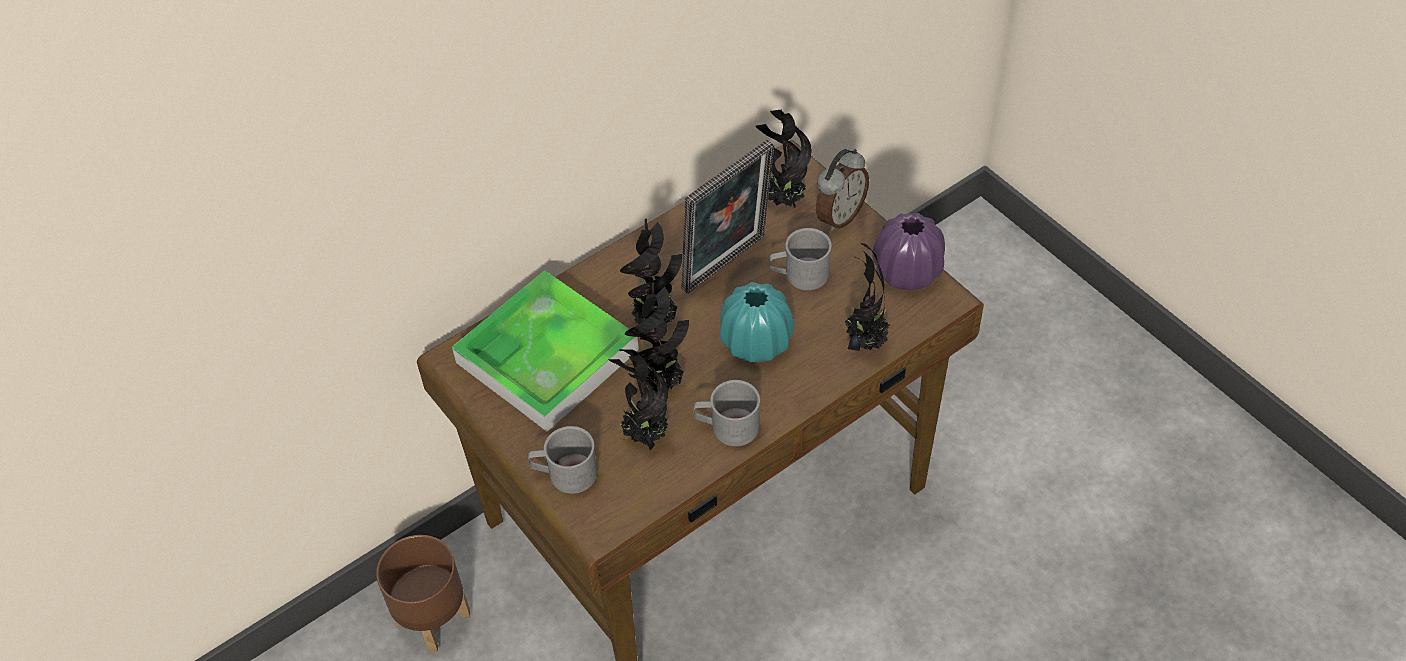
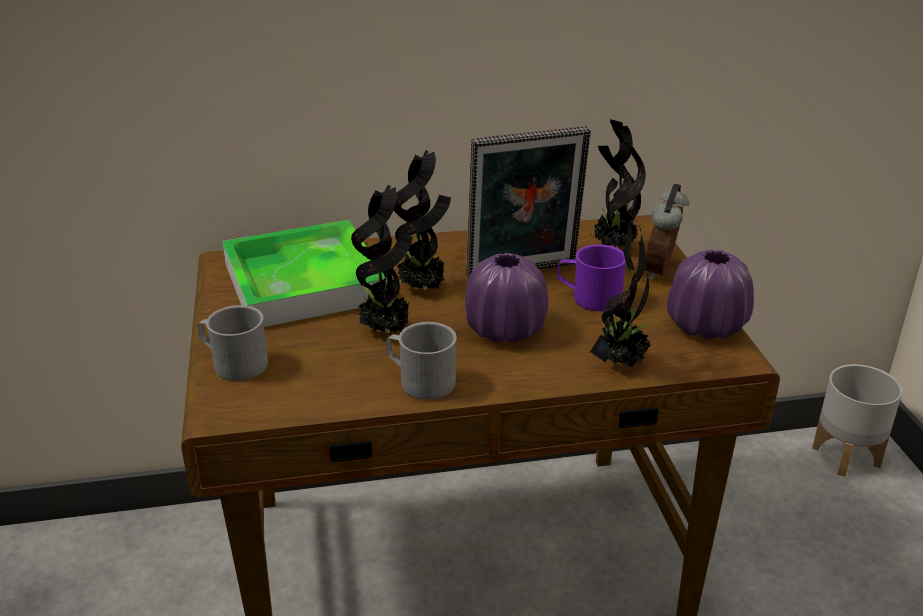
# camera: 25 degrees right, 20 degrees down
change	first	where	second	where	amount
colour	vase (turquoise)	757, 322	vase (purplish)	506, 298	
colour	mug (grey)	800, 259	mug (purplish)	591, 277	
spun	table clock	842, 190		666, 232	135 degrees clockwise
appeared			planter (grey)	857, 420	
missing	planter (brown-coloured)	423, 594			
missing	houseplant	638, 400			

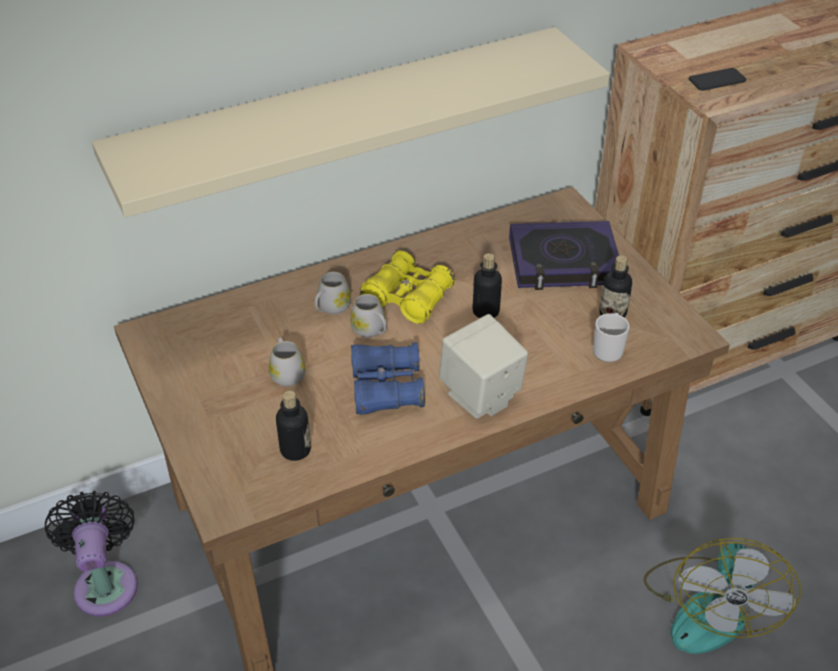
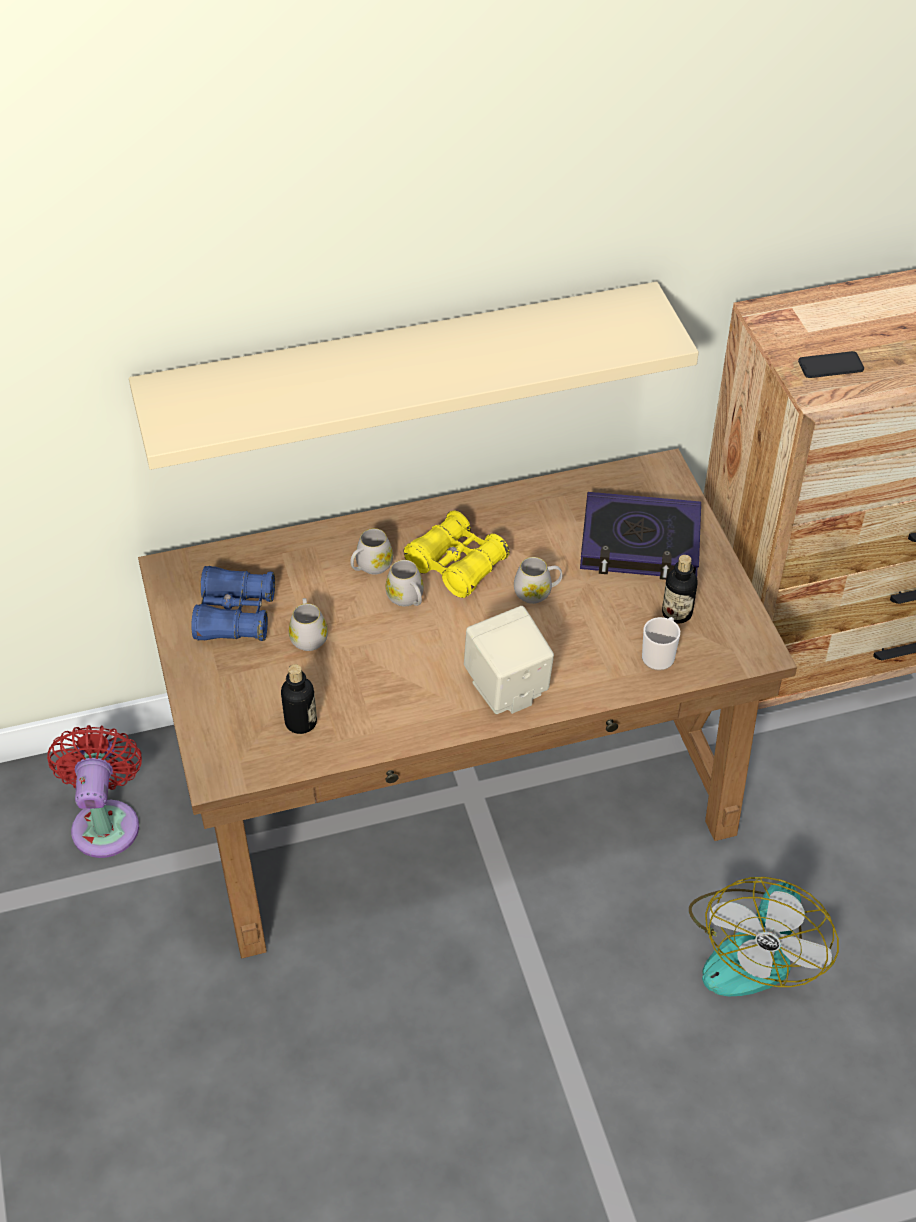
# camera: 10 degrees right, 5 degrees up
change	first	where	second	where	amount
colour	electric fan (blackish)	91, 553	electric fan (red-coloured)	94, 791	
relocated	binoculars (bluish)	388, 378		233, 603	
exchanged	drink bottle	487, 285	mug (white)	538, 580	

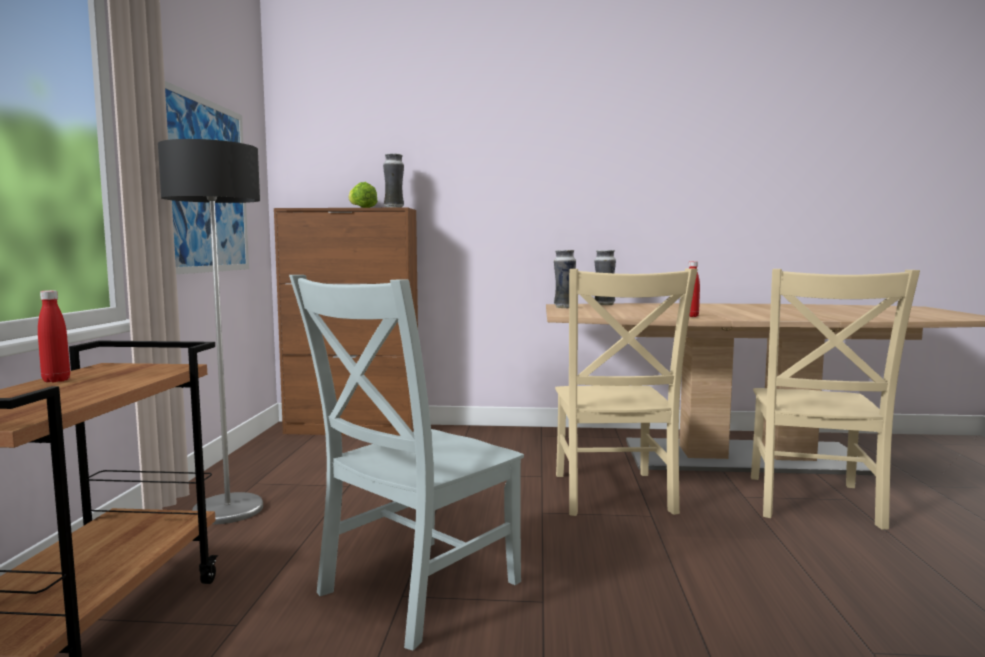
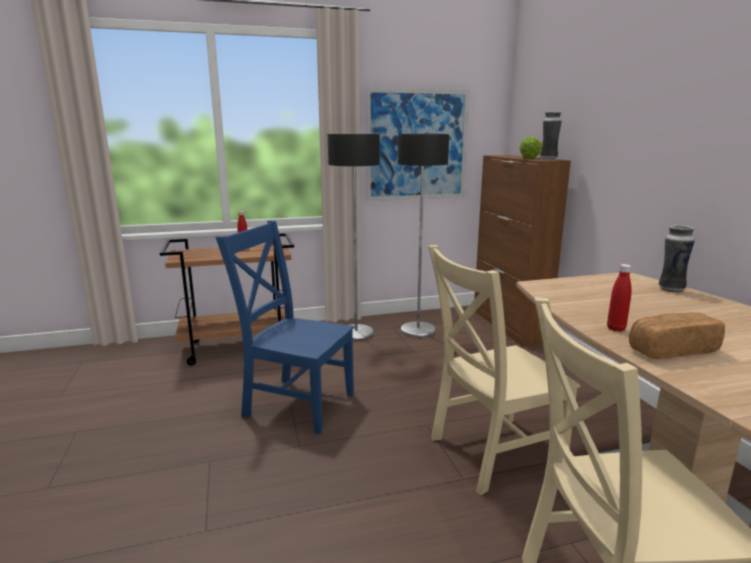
# camera: 70 degrees right, 10 degrees up
change	first	where	second	where	amount
colour	plain chair (grey)	406, 462	plain chair (bluish)	285, 327	
appeared			standard lamp	423, 236	
appeared			bread	677, 335	
missing	vase	565, 279			

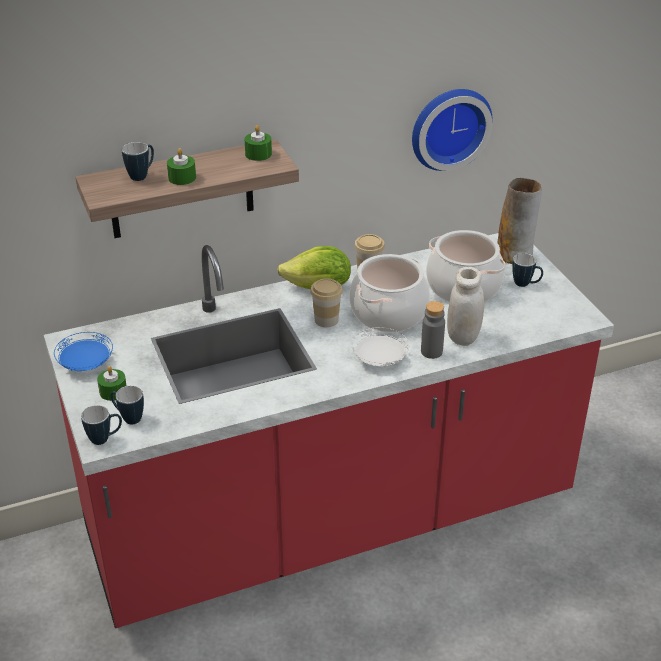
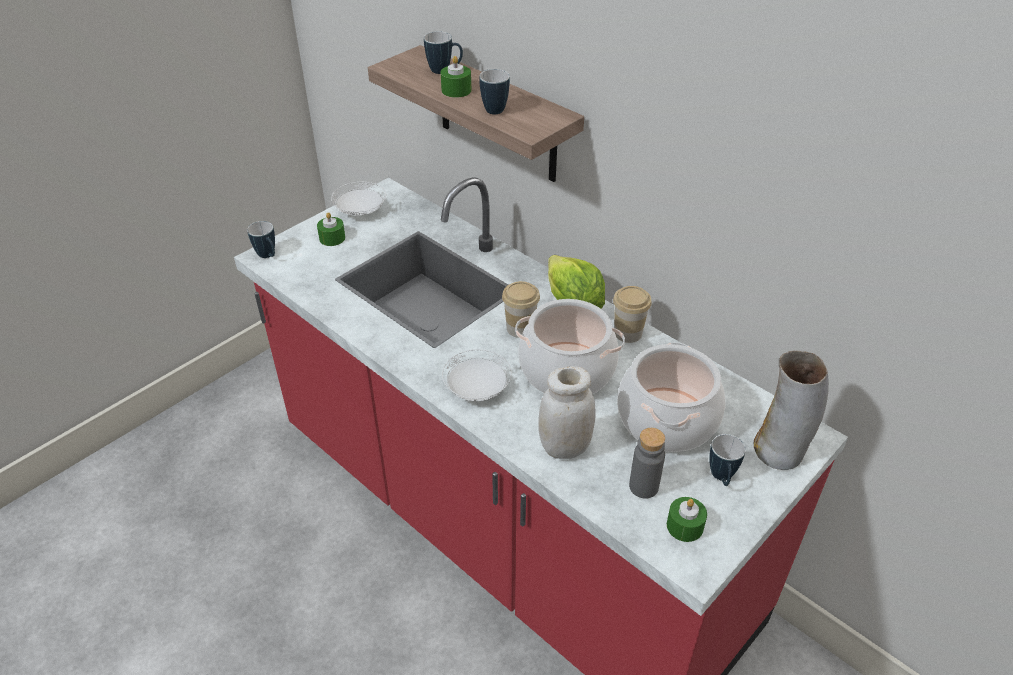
# camera: 65 degrees right, 5 degrees up
change	first	where	second	where	amount
colour	flat dish (bluish)	83, 351	flat dish (white)	358, 199	
relocated	mug	127, 405		494, 92	
relocated	drink bottle (grey)	433, 330		647, 463	
relocated	wax candle (green-coloured)	258, 143		687, 519	
missing	clock on the wall	452, 130			

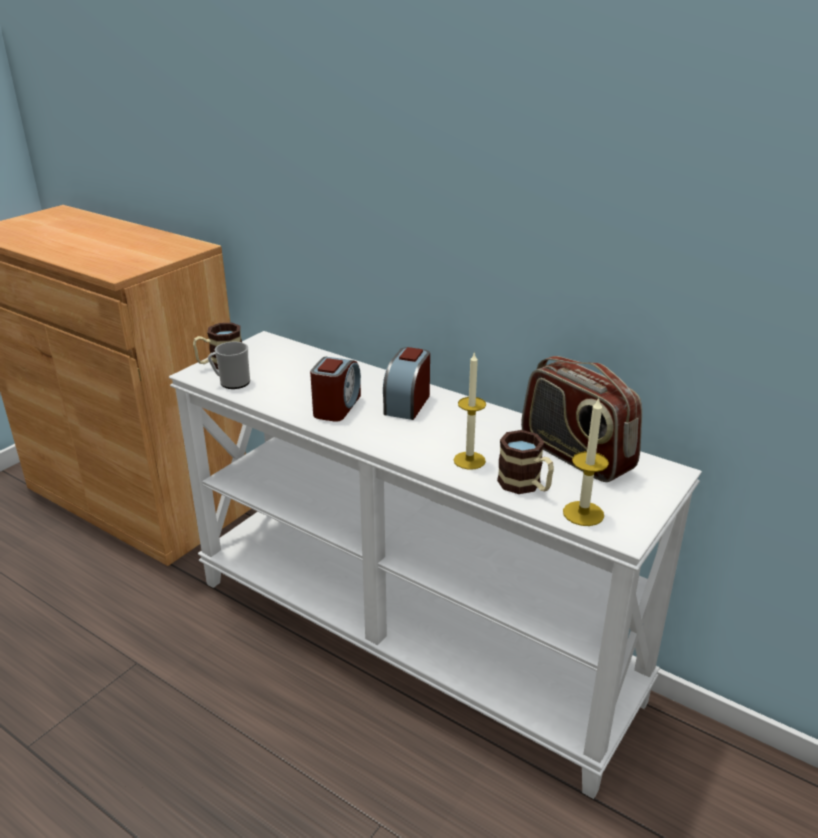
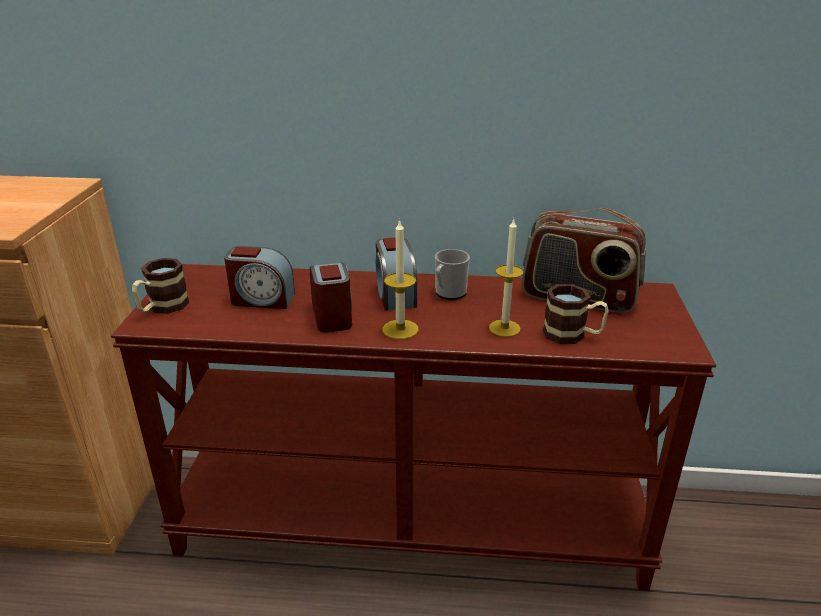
# camera: 30 degrees left, 0 degrees up
change	first	where	second	where	amount
colour	narrow table (white)	435, 565	narrow table (brown-coloured)	413, 427	
appeared			table clock	259, 277	
relocated	wax candle	586, 461		401, 279	
relocated	mug	229, 365		452, 274	

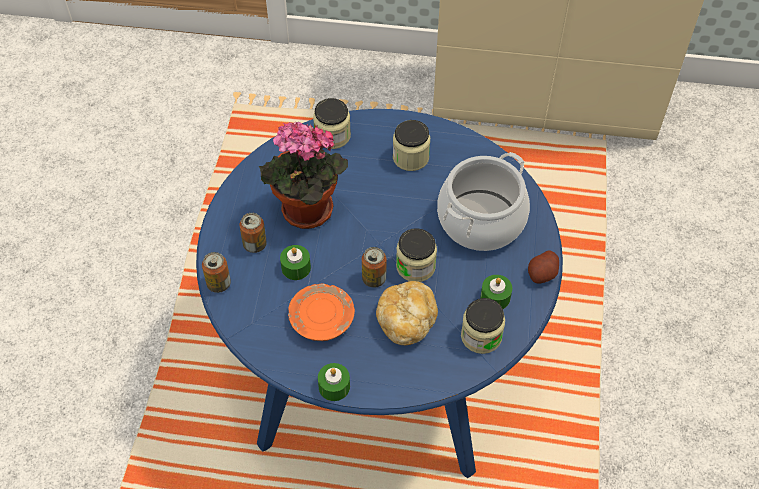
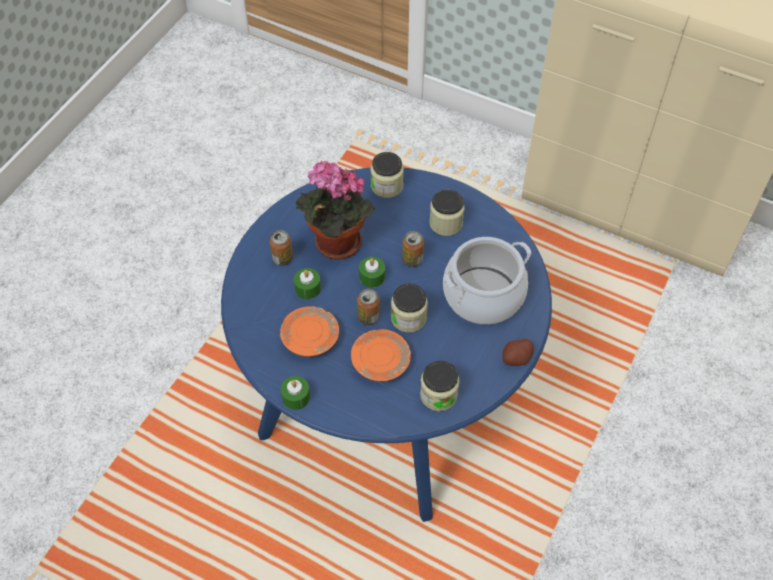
# camera: 20 degrees right, 0 degrees up
change	first	where	second	where	amount
exchanged	bread	407, 313	flat dish (orange-coloured)	381, 355	
relocated	wax candle (green-coloured)	496, 292		372, 272	
relocated	metal can	216, 272		413, 249	

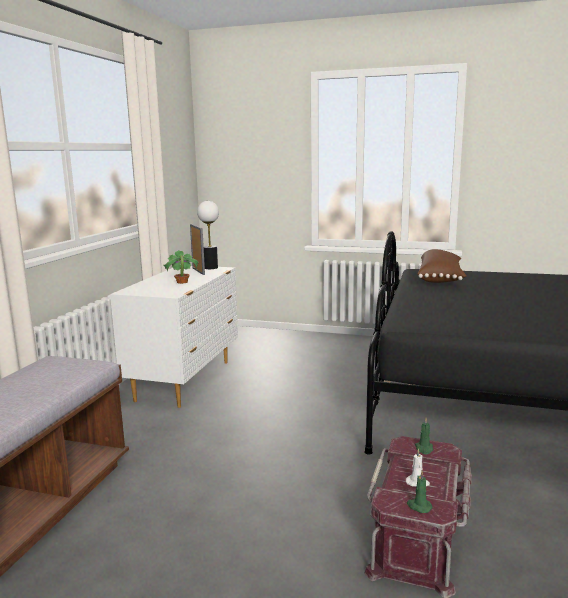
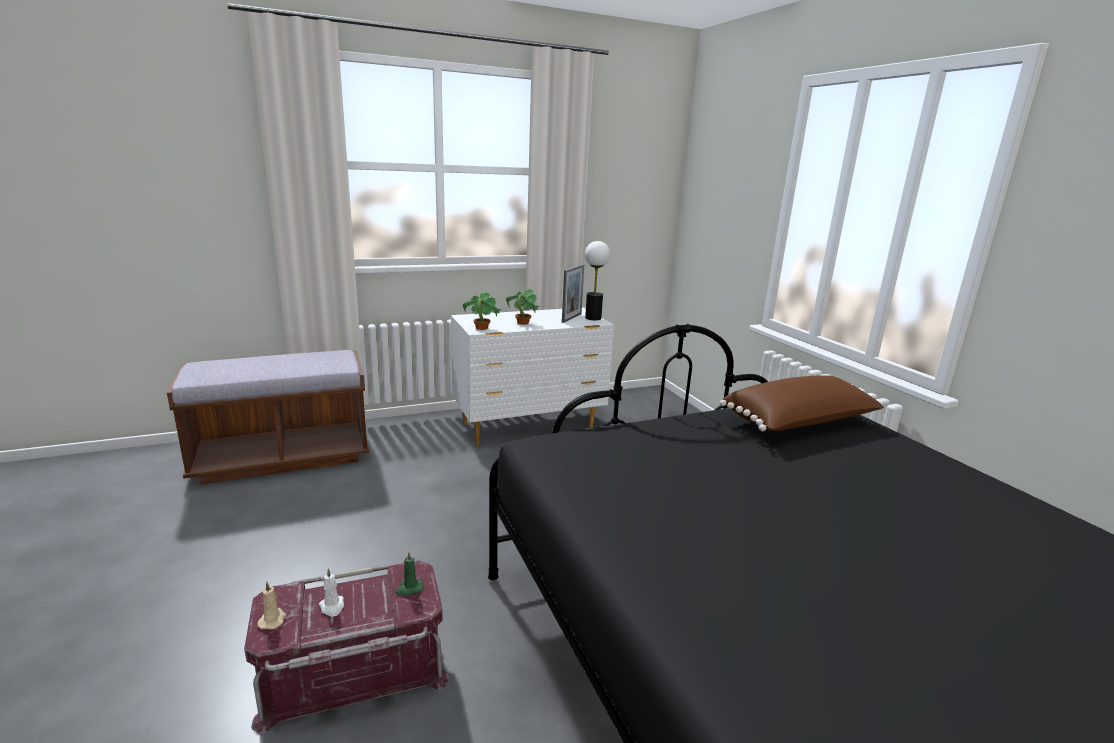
# camera: 50 degrees right, 5 degrees up
change	first	where	second	where	amount
colour	wax candle (green-coloured)	420, 492	wax candle (sand-coloured)	271, 605	
appeared			houseplant	482, 311	

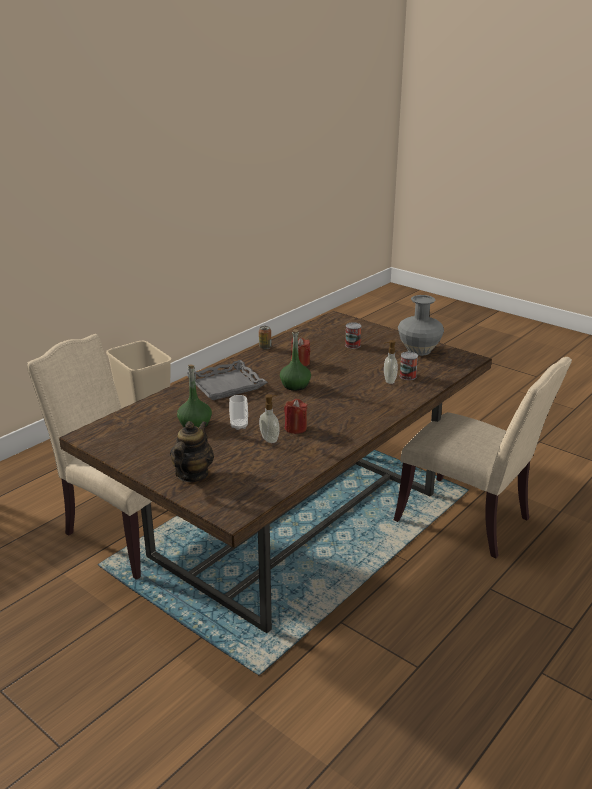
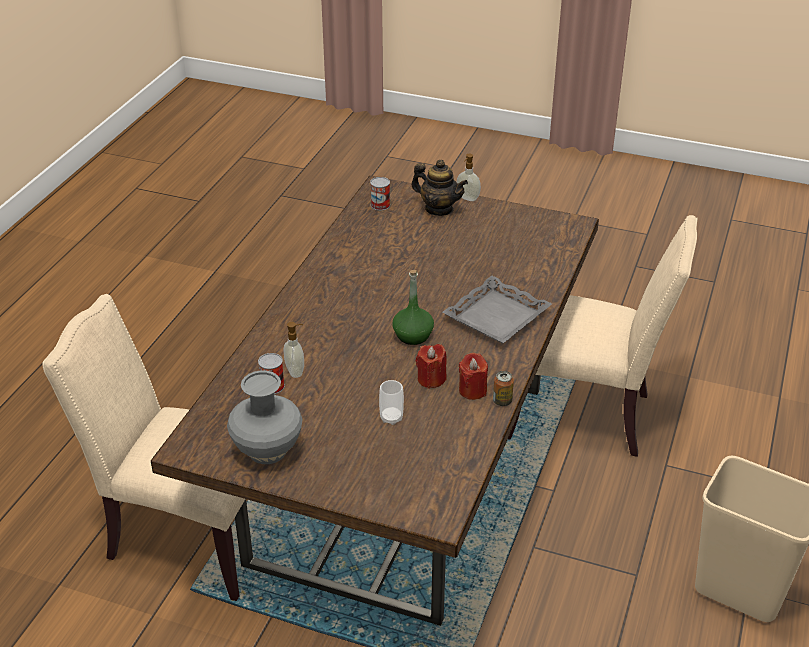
# camera: 160 degrees right, 10 degrees up
change	first	where	second	where	amount
relocated	metal can	353, 335		380, 193	
relocated	drinking cup	238, 412		391, 402	
spun	pot for tea	192, 451		439, 188	60 degrees counterclockwise
relocated	soap dispenser	269, 418		469, 177	
relocated	wax candle (red-coloured)	296, 416		473, 376	
missing	drink bottle (green-coloured)	194, 396			

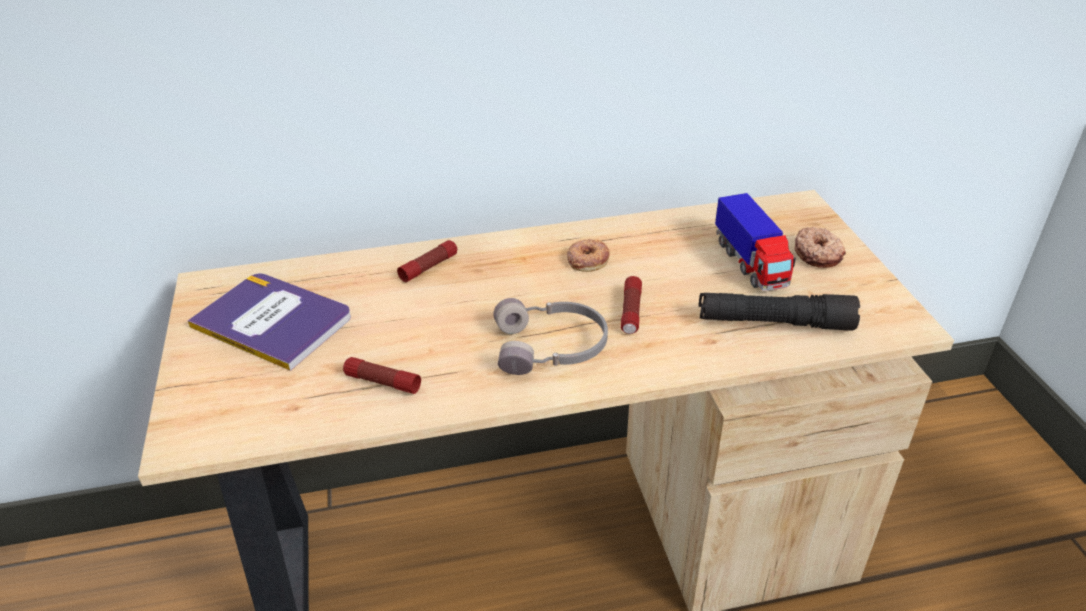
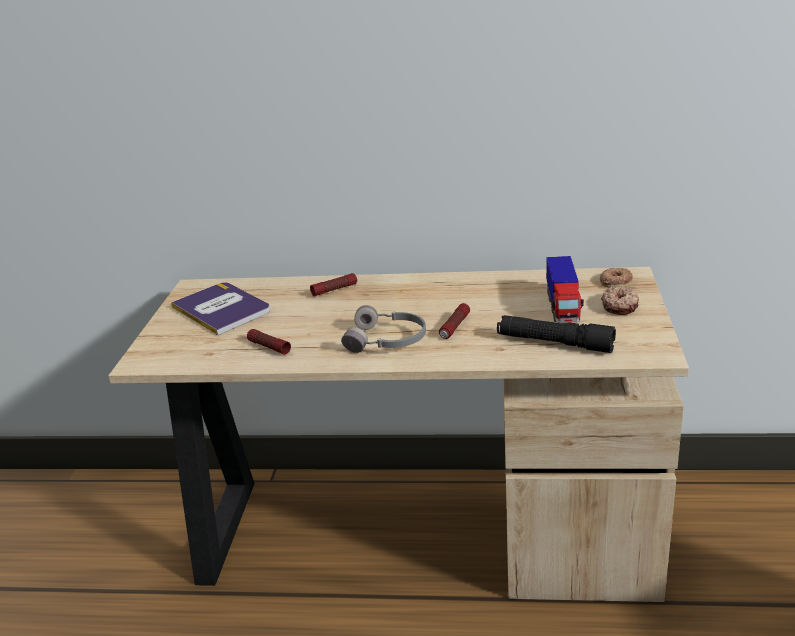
# camera: 20 degrees right, 10 degrees down
change	first	where	second	where	amount
relocated	ring doughnut	588, 255		616, 278	

